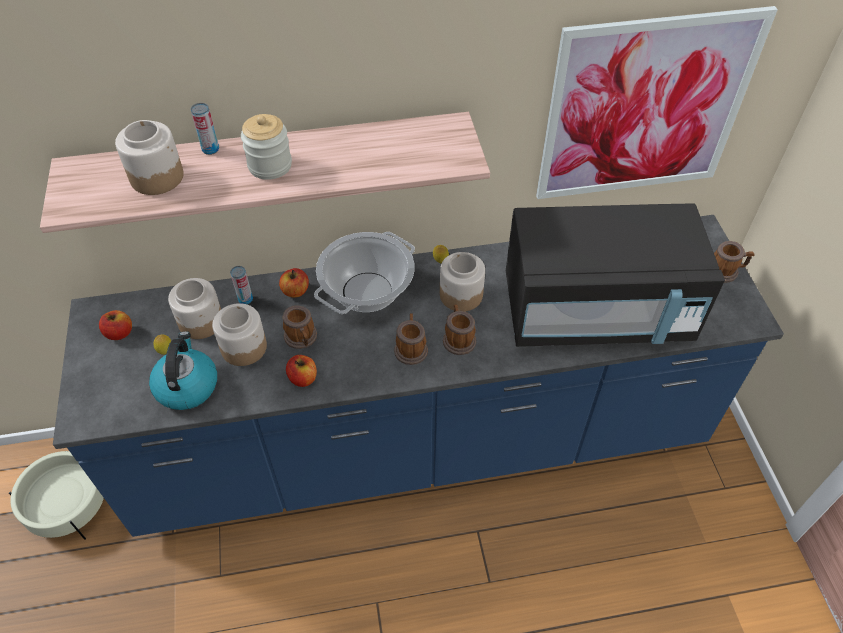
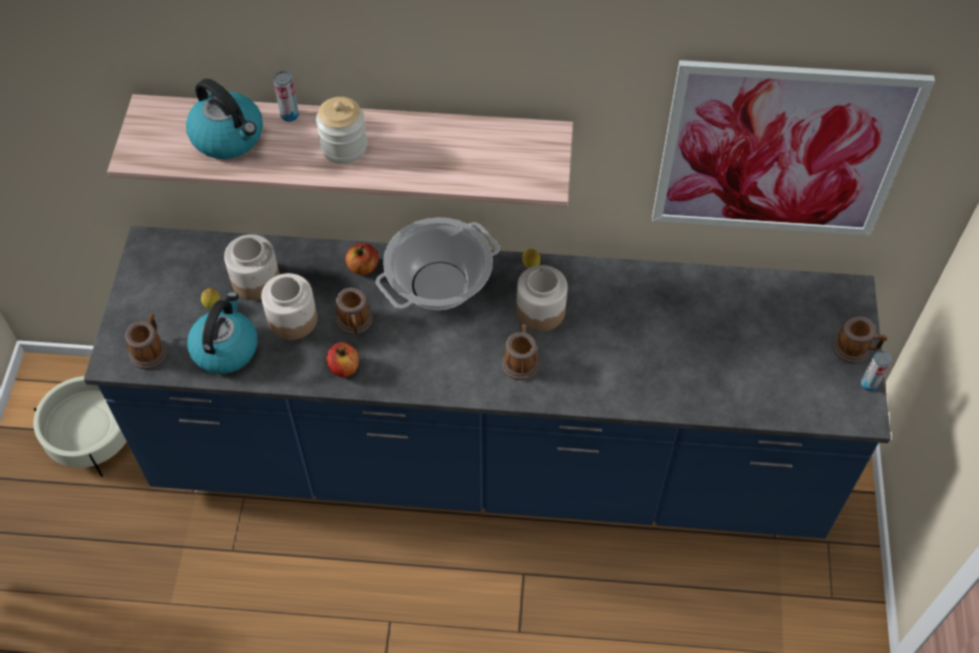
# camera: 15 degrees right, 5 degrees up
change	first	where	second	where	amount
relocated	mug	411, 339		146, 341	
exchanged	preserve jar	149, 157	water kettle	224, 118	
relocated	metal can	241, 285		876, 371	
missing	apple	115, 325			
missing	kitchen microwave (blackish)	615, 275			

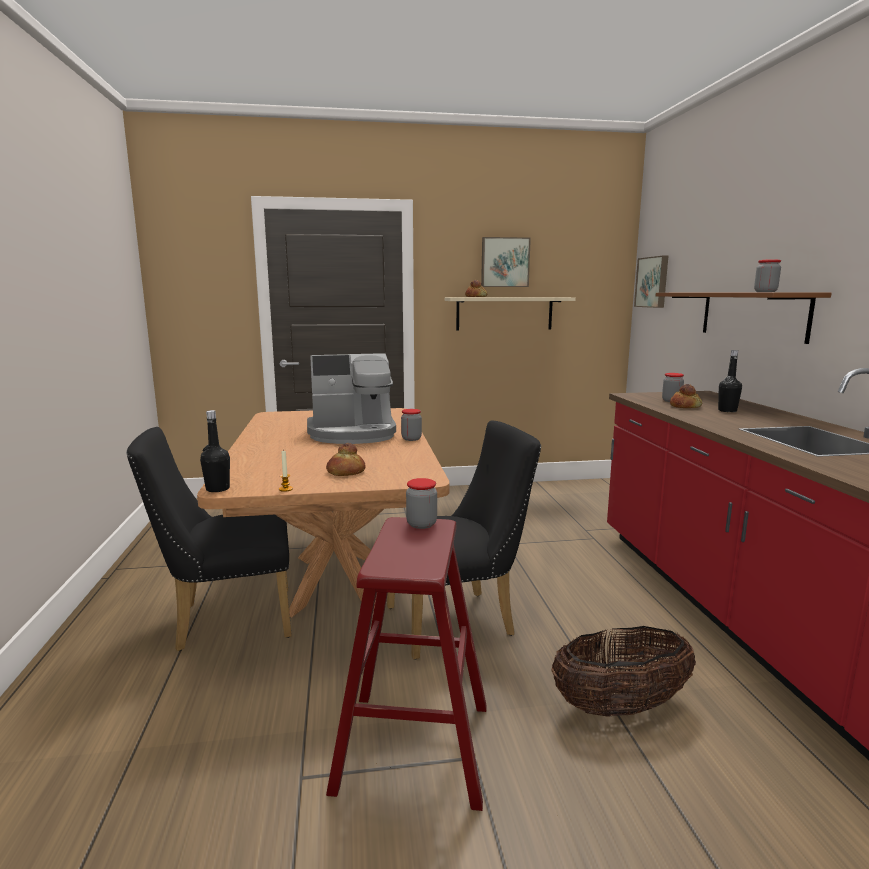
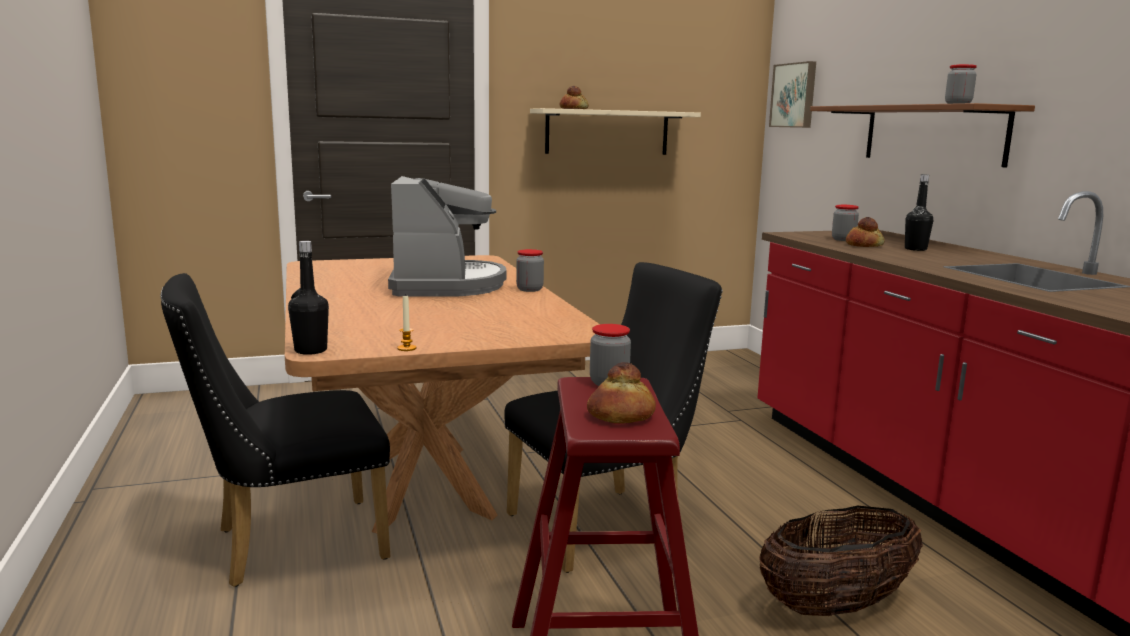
# camera: 10 degrees left, 0 degrees up
change	first	where	second	where	amount
spun	coffee machine	351, 398		447, 236	75 degrees counterclockwise
relocated	bread	346, 459		621, 393	
missing	picture	506, 262			

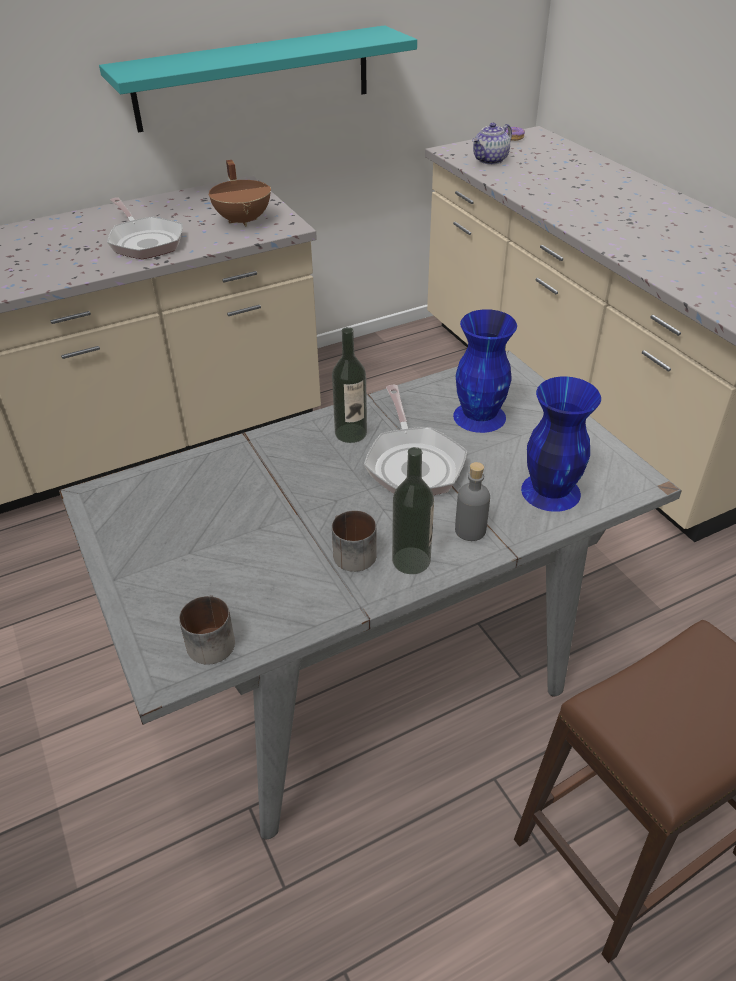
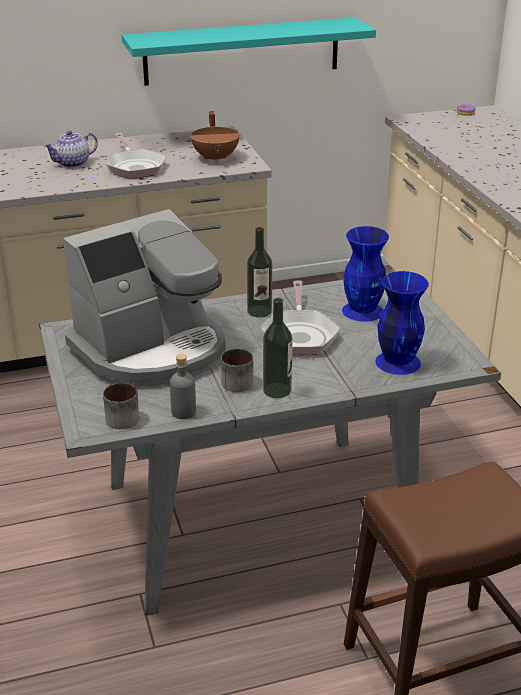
# camera: 10 degrees right, 10 degrees down
change	first	where	second	where	amount
relocated	pot for tea	492, 144		71, 149	
appeared			coffee machine	144, 297	
relocated	drink bottle (grey)	472, 501		183, 386	

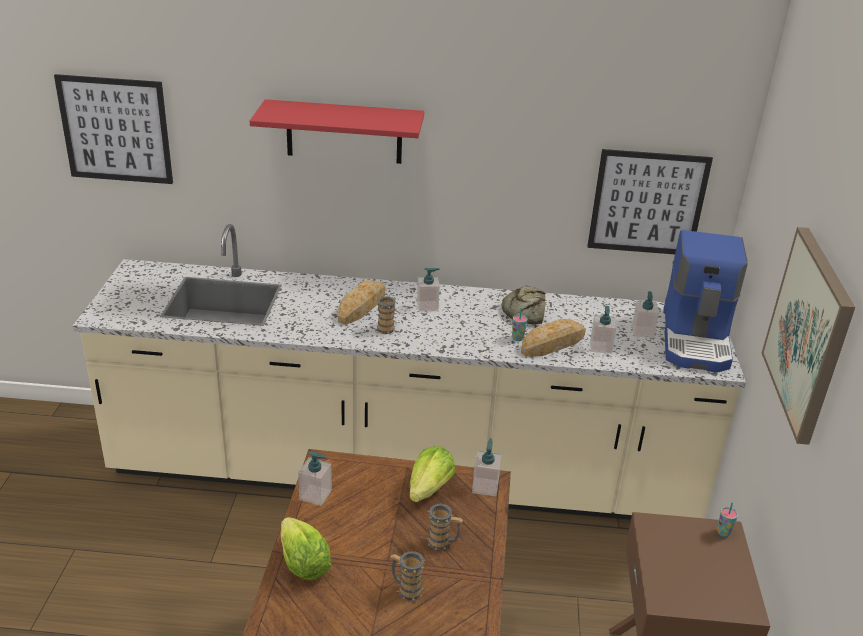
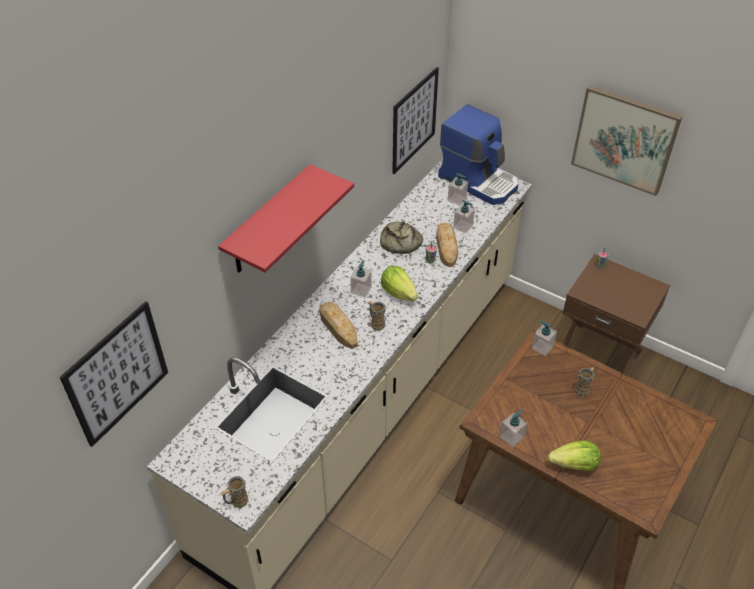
# camera: 60 degrees left, 15 degrees up
change	first	where	second	where	amount
relocated	mug	408, 576		235, 492	
relocated	lettuce head	433, 474		399, 283	

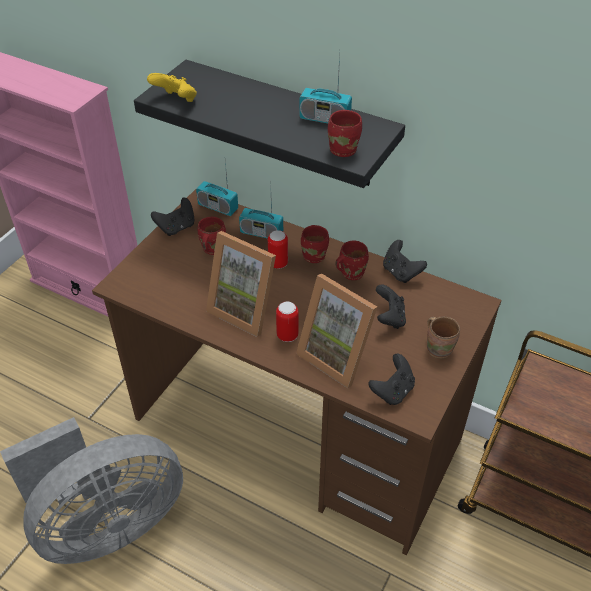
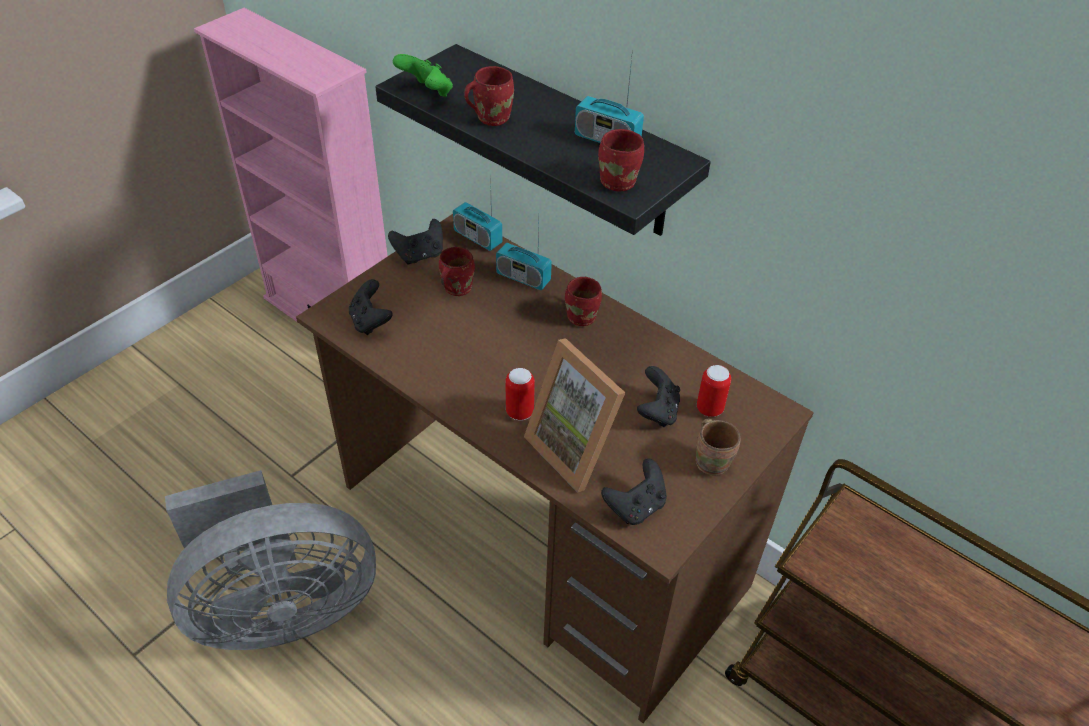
# camera: 10 degrees right, 0 degrees up
change	first	where	second	where	amount
relocated	game controller (blackish)	405, 261		370, 307	
colour	game controller (yellowish)	172, 87	game controller (green-coloured)	423, 75	
relocated	mug (red-coloured)	352, 260		489, 96	
relocated	metal can	278, 249		714, 391	
missing	standing frame	241, 284			

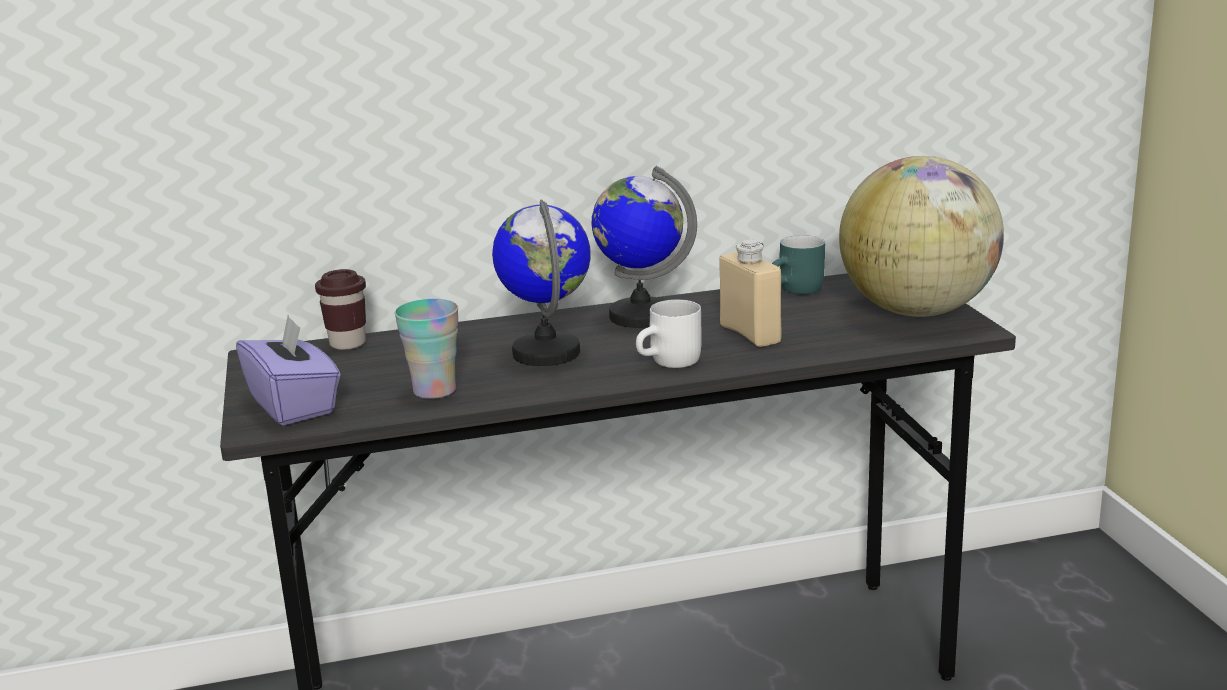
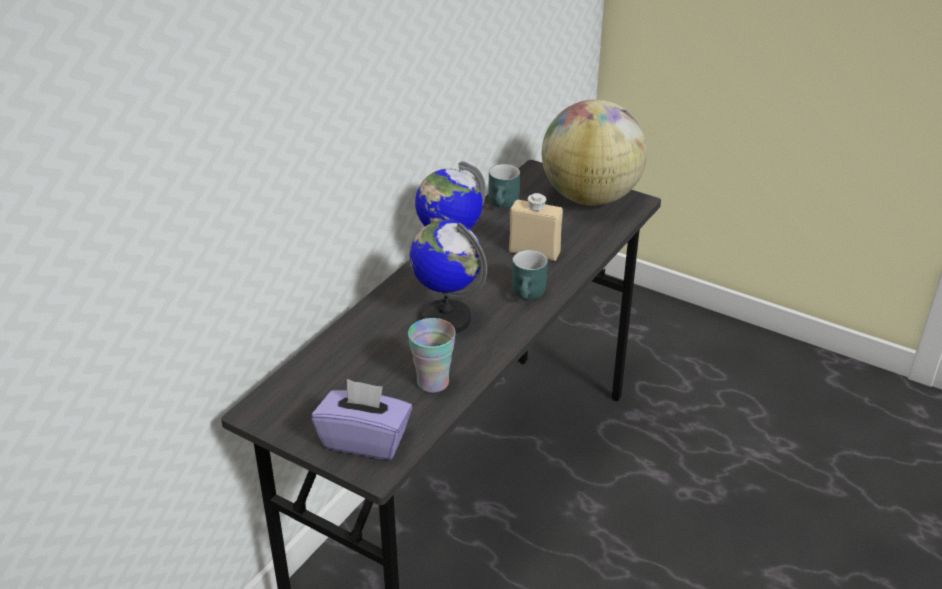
# camera: 45 degrees left, 15 degrees up
change	first	where	second	where	amount
colour	mug (white)	669, 333	mug (turquoise)	530, 275	
missing	drinking cup (brown-coloured)	340, 309			

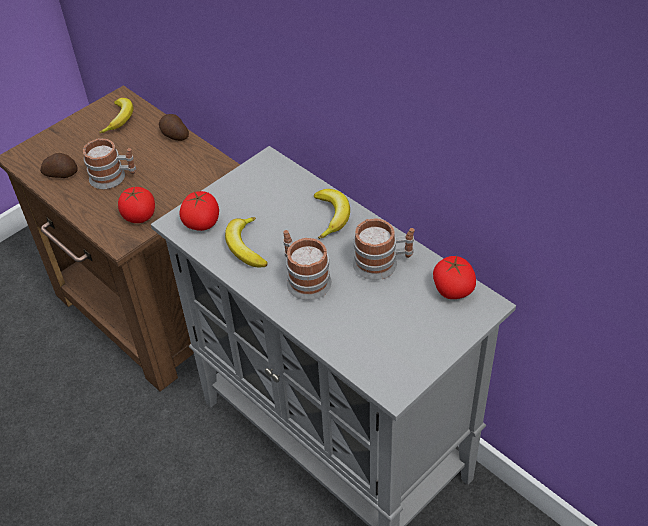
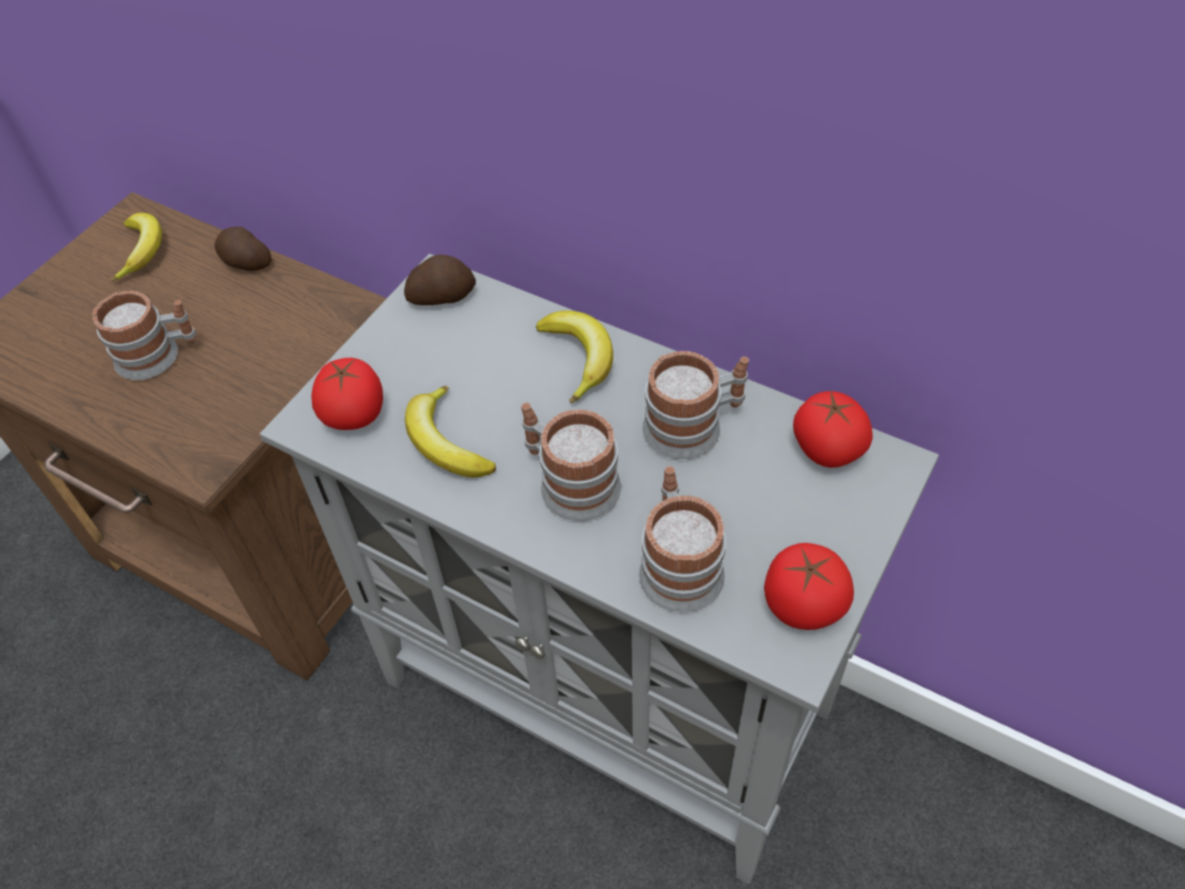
# camera: 15 degrees left, 5 degrees up
change	first	where	second	where	amount
relocated	spud	58, 165		440, 280	
appeared			mug	682, 539	
relocated	fresh tomato	136, 205		809, 586	

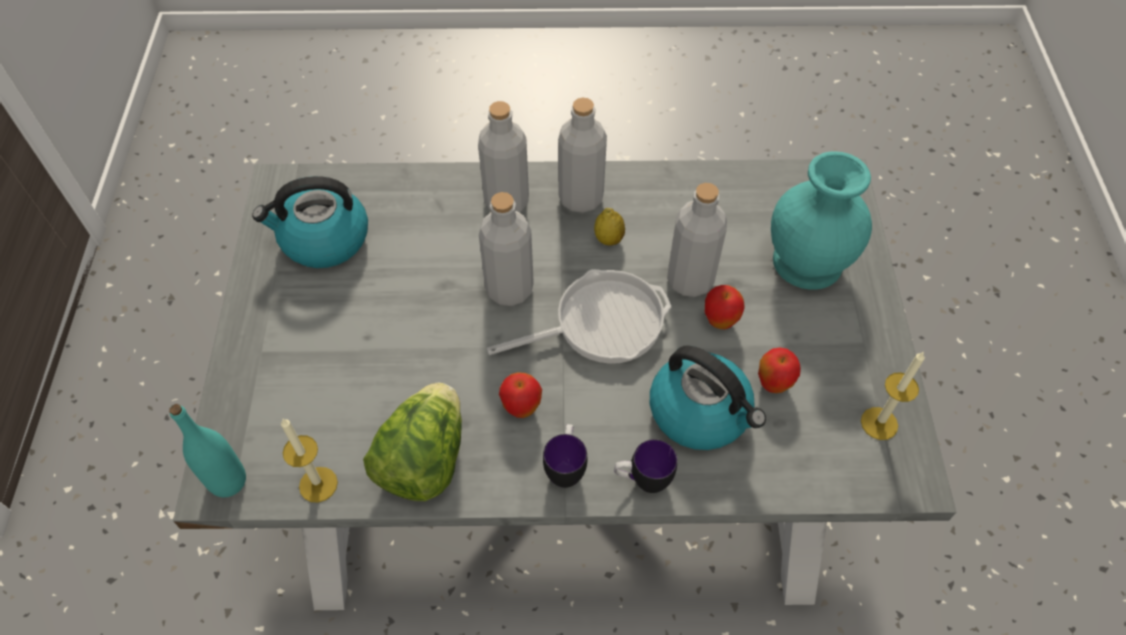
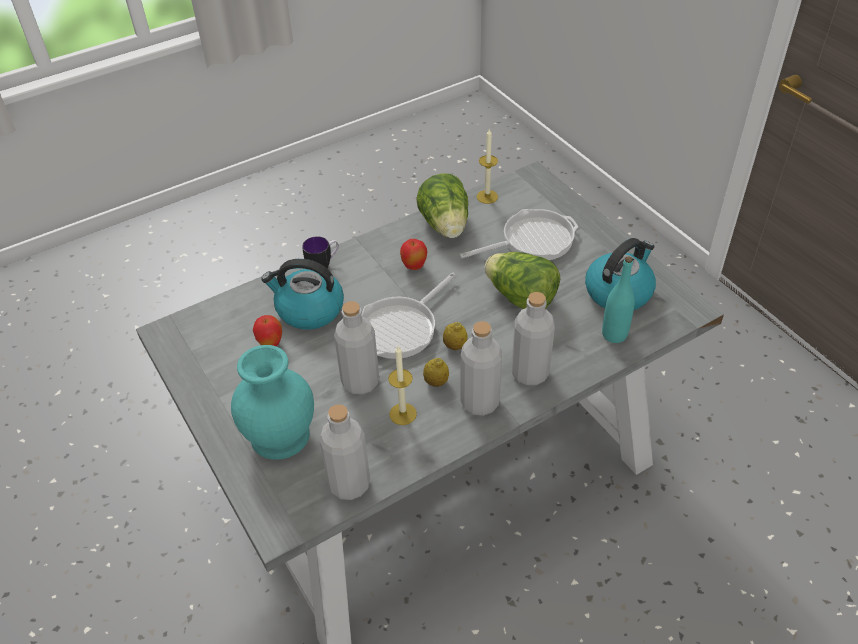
# camera: 150 degrees right, 10 degrees down
change	first	where	second	where	amount
relocated	drink bottle (grey)	506, 249		344, 452	
relocated	wax candle	893, 396		402, 385	
appeared			whole lemon	455, 336	
appeared			pan	519, 234	
appeared			lettuce head	522, 280	
relocated	drink bottle (turquoise)	207, 450		618, 300	
missing	mug	565, 456			
missing	apple	725, 307			

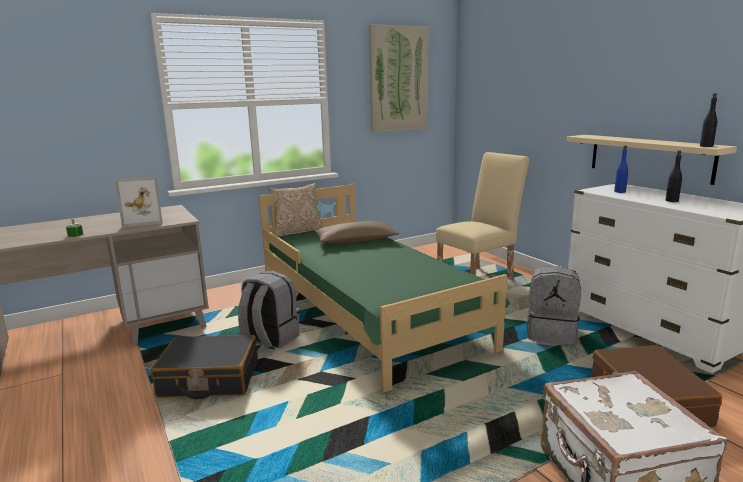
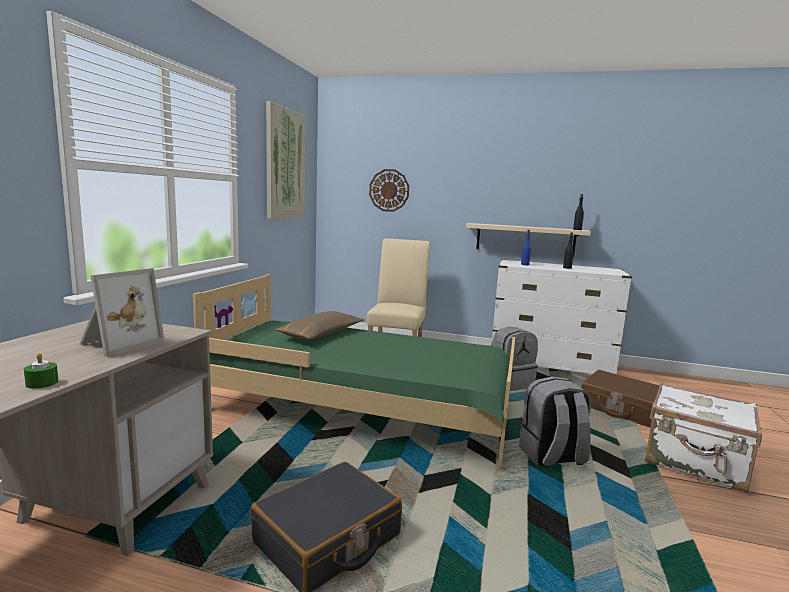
# camera: 45 degrees left, 5 degrees down
change	first	where	second	where	amount
appeared			clock on the wall	389, 190	
relocated	knapsack (grey)	268, 310		555, 421	
missing	throw pillow	296, 210			

